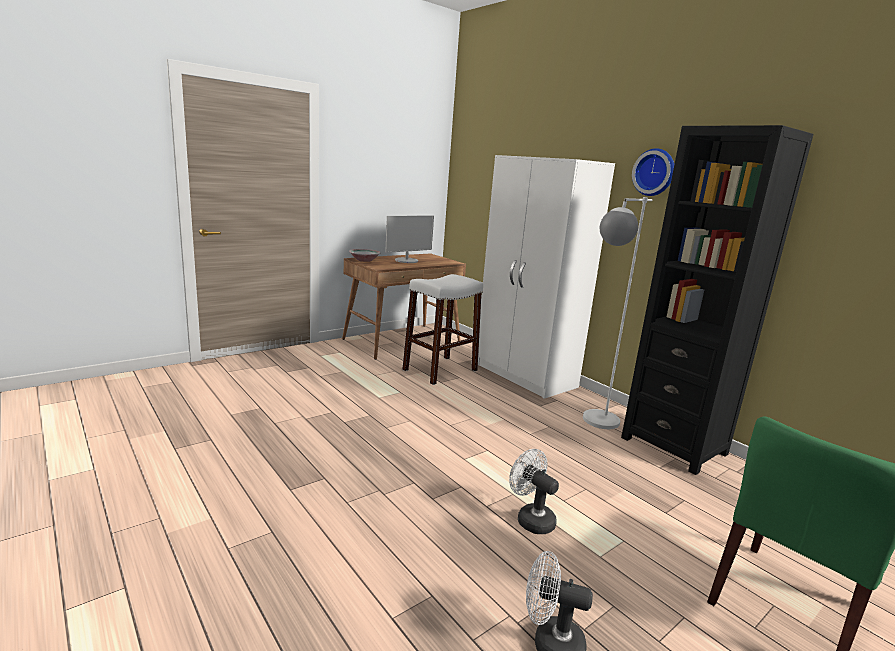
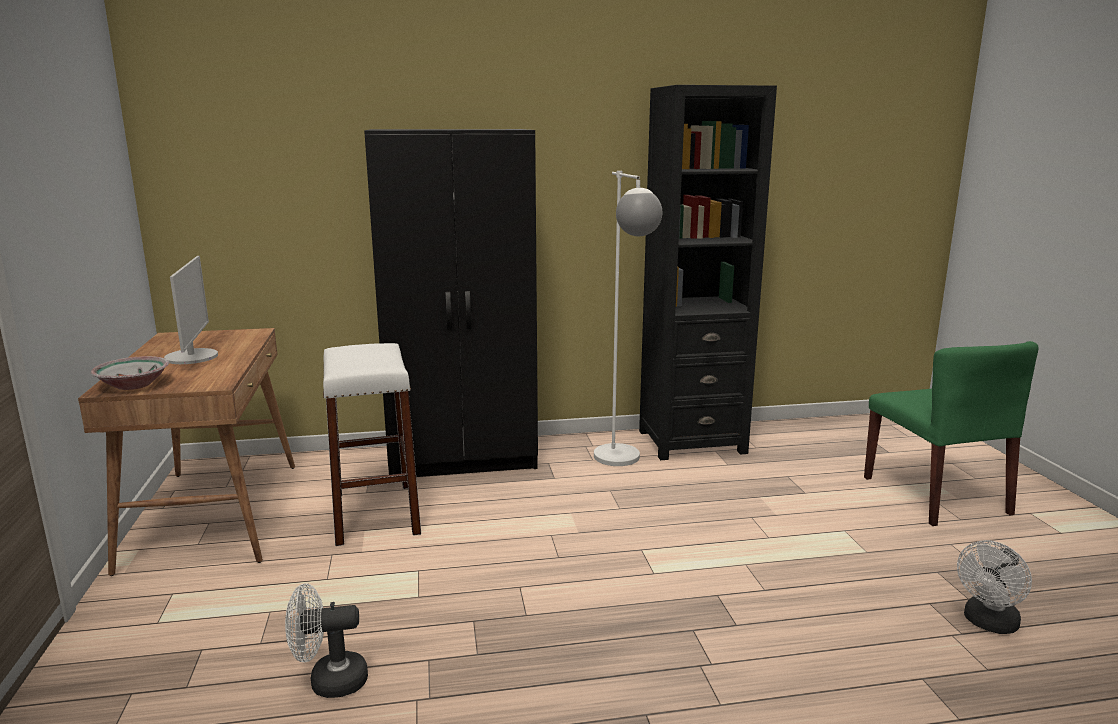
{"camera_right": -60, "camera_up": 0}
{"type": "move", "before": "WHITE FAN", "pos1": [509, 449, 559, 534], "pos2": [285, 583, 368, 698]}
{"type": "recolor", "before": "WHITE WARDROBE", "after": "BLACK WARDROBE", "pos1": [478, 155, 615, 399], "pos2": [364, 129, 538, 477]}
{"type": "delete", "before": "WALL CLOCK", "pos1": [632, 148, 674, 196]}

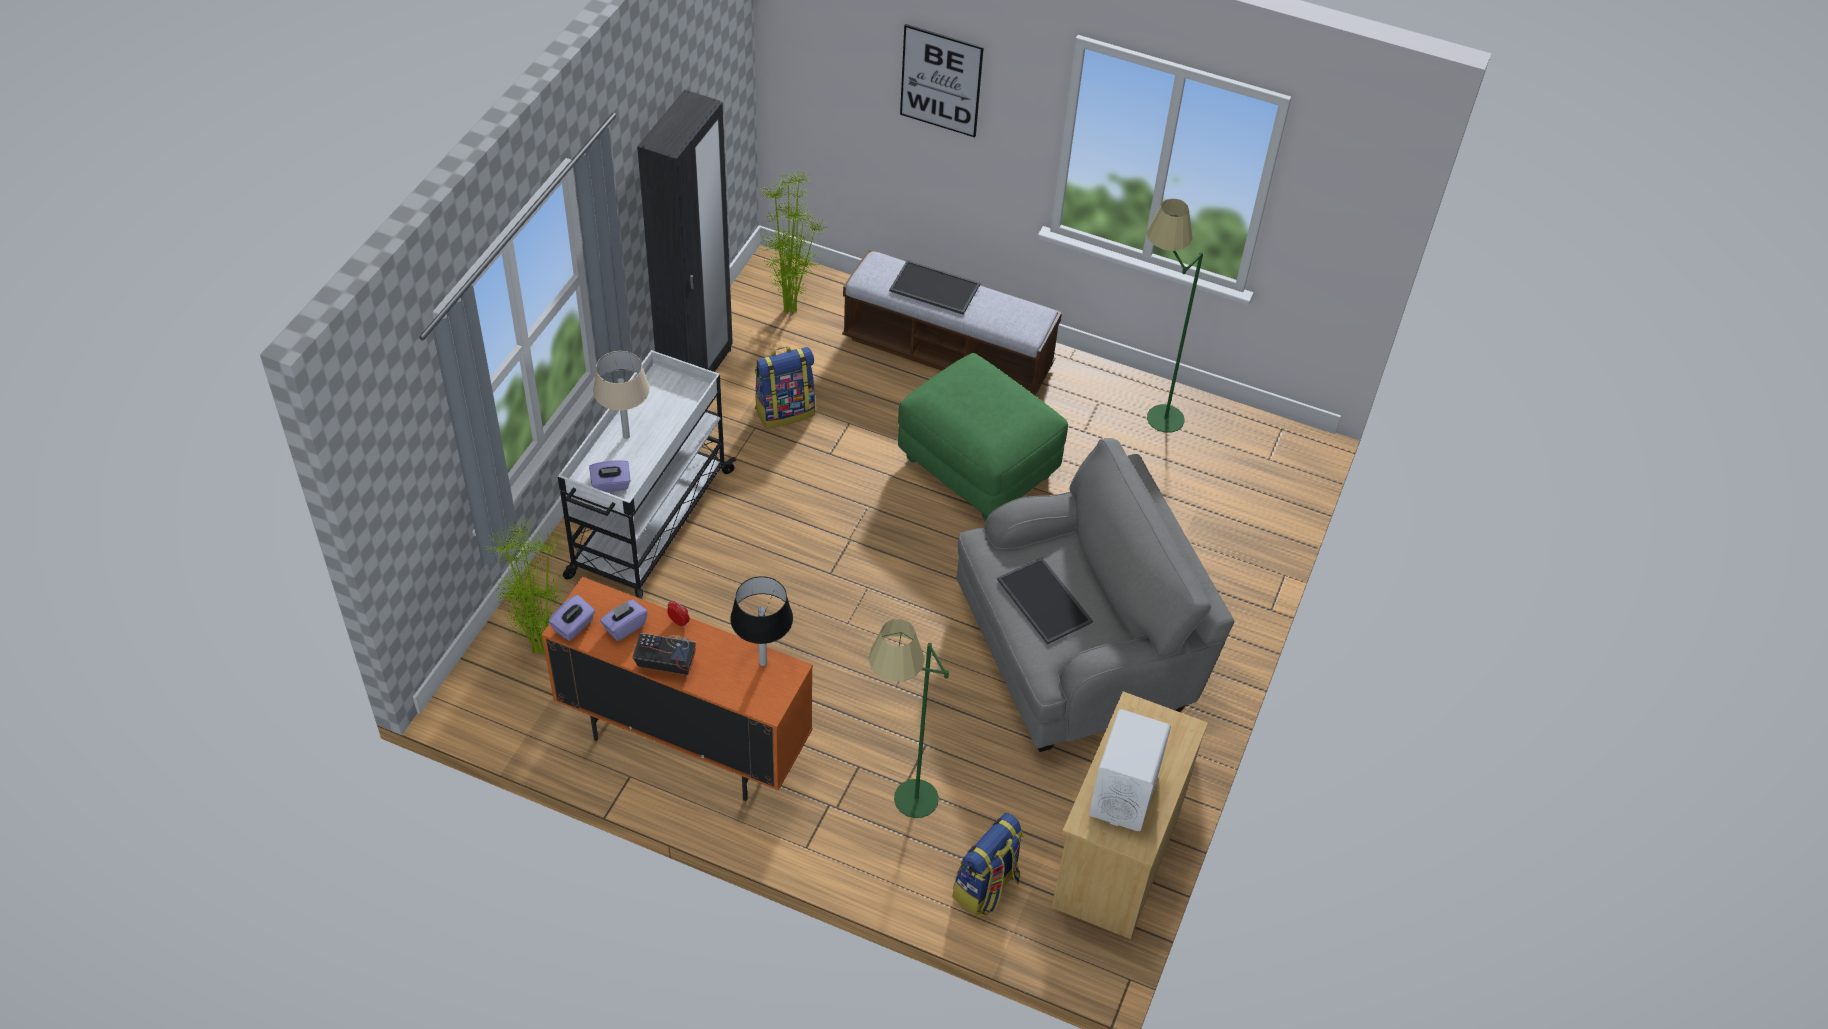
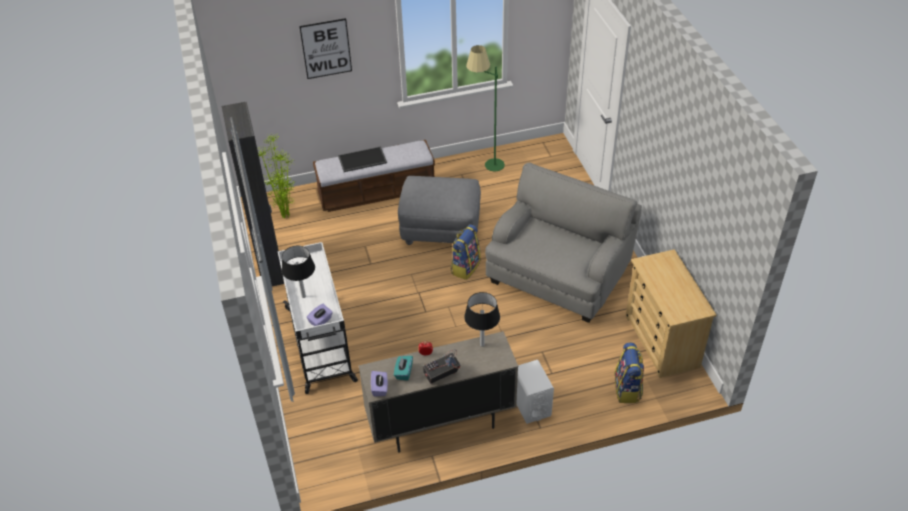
{"camera_right": -35, "camera_up": -5}
{"type": "recolor", "before": "BEIGE TABLE LAMP", "after": "BLACK TABLE LAMP", "pos1": [593, 351, 650, 439], "pos2": [282, 246, 315, 298]}
{"type": "recolor", "before": "ORANGE CABINET", "after": "BEIGE CABINET", "pos1": [542, 577, 813, 801], "pos2": [358, 331, 518, 453]}
{"type": "recolor", "before": "PURPLE TISSUE BOX", "after": "TURQUOISE TISSUE BOX", "pos1": [600, 599, 648, 641], "pos2": [394, 356, 413, 381]}
{"type": "recolor", "before": "GREEN OTTOMAN", "after": "GREY OTTOMAN", "pos1": [898, 353, 1068, 520], "pos2": [398, 176, 481, 245]}
{"type": "move", "before": "BACKPACK", "pos1": [755, 347, 815, 428], "pos2": [451, 224, 481, 280]}
{"type": "move", "before": "WHITE SPEAKER", "pos1": [1089, 709, 1171, 831], "pos2": [516, 360, 554, 424]}
{"type": "delete", "before": "POTTED PLANT", "pos1": [484, 518, 570, 655]}
{"type": "delete", "before": "GREEN FLOOR LAMP", "pos1": [868, 619, 949, 818]}
{"type": "delete", "before": "TRAY", "pos1": [997, 557, 1093, 644]}

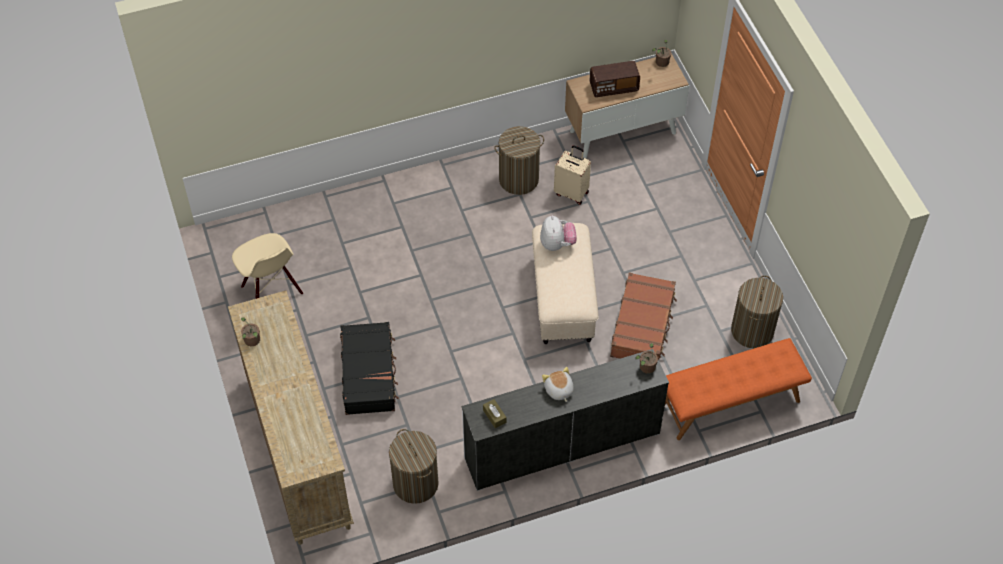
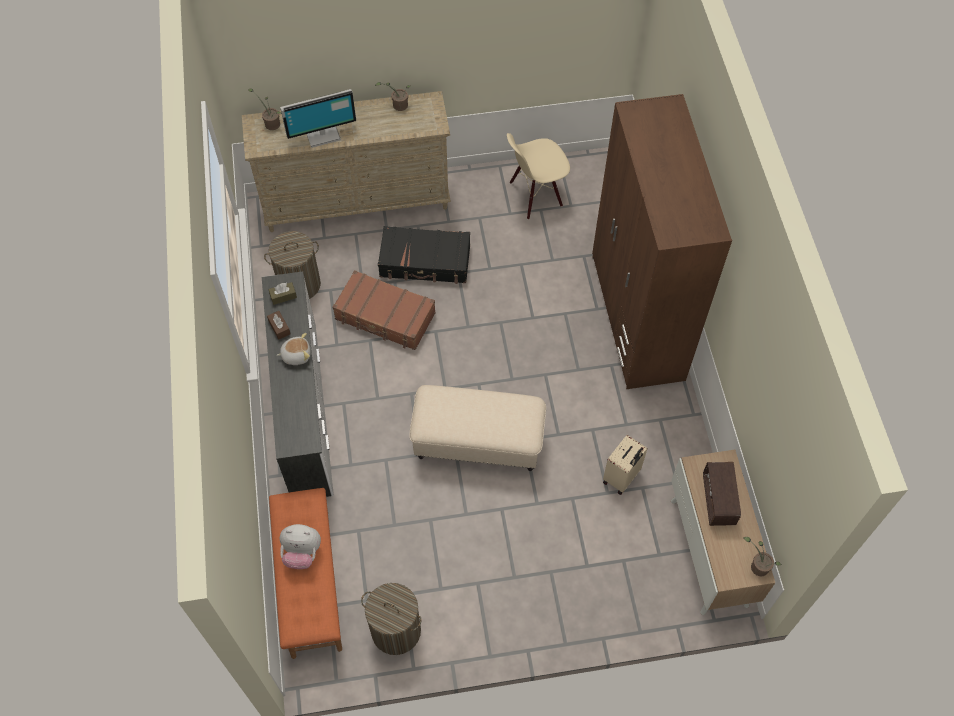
{"camera_right": 100, "camera_up": 5}
{"type": "move", "before": "POTTED PLANT", "pos1": [635, 343, 658, 374], "pos2": [248, 88, 282, 130]}
{"type": "insert", "after": "BROWN TISSUE BOX", "pos2": [267, 311, 290, 340]}
{"type": "insert", "after": "MONITOR", "pos2": [280, 89, 356, 148]}
{"type": "move", "before": "PLUSH TOY", "pos1": [540, 216, 577, 251], "pos2": [280, 524, 321, 569]}
{"type": "move", "before": "BROWN SUITCASE", "pos1": [610, 272, 677, 360], "pos2": [332, 270, 436, 350]}
{"type": "insert", "after": "BROWN WARDROBE", "pos2": [592, 94, 732, 389]}
{"type": "delete", "before": "LAUNDRY BASKET", "pos1": [494, 126, 544, 195]}

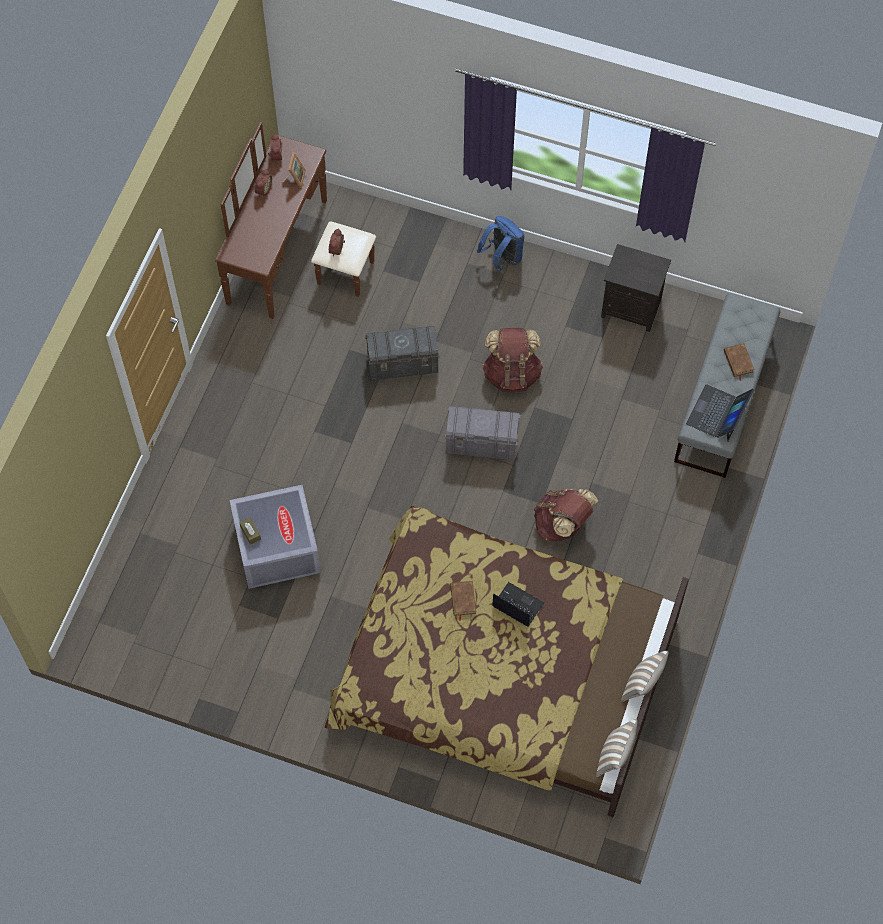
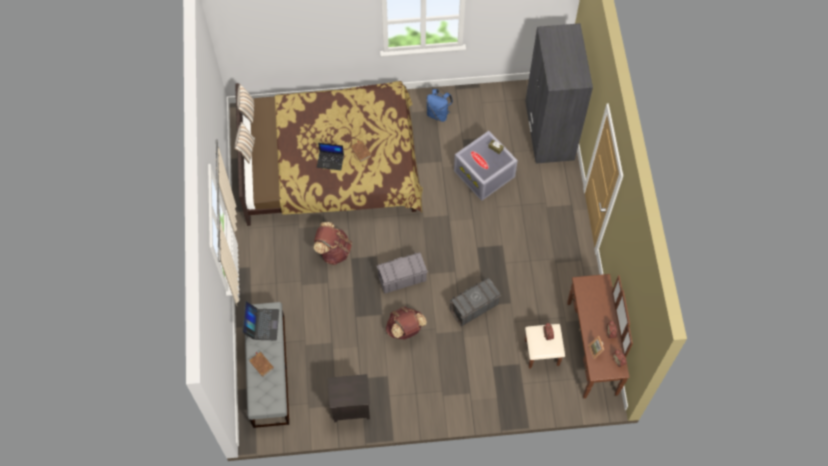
{"camera_right": 155, "camera_up": 0}
{"type": "move", "before": "BLUE BACKPACK", "pos1": [477, 216, 525, 272], "pos2": [426, 89, 453, 122]}
{"type": "insert", "after": "GREY WARDROBE", "pos2": [525, 23, 593, 164]}

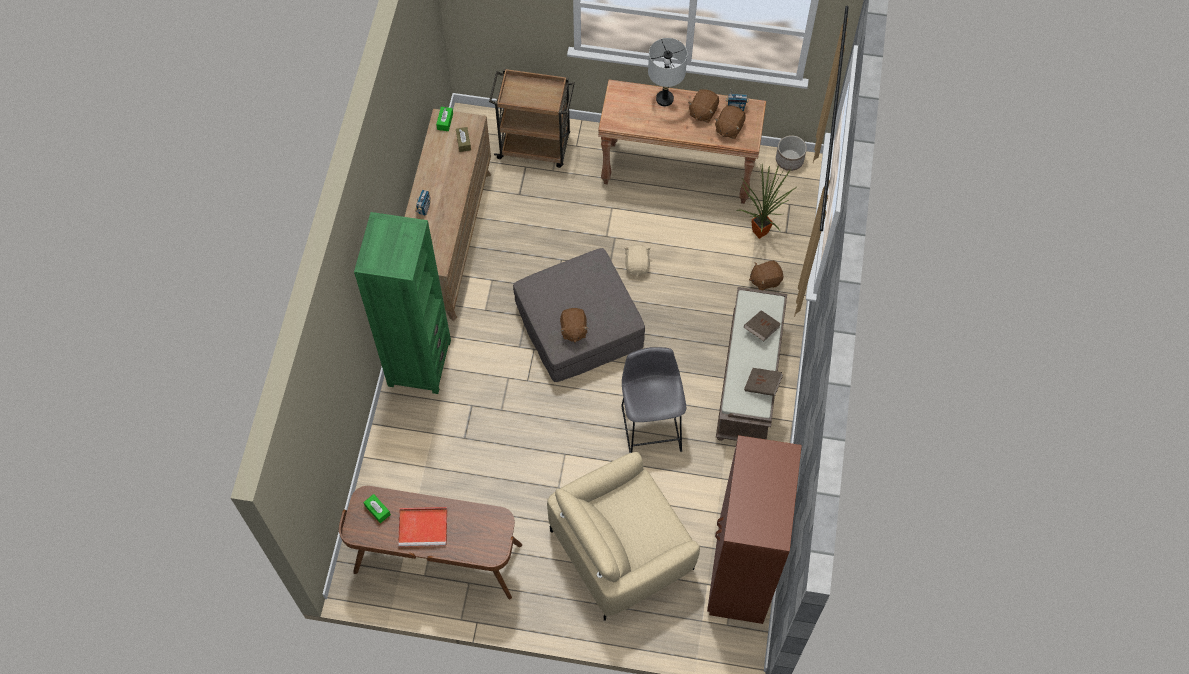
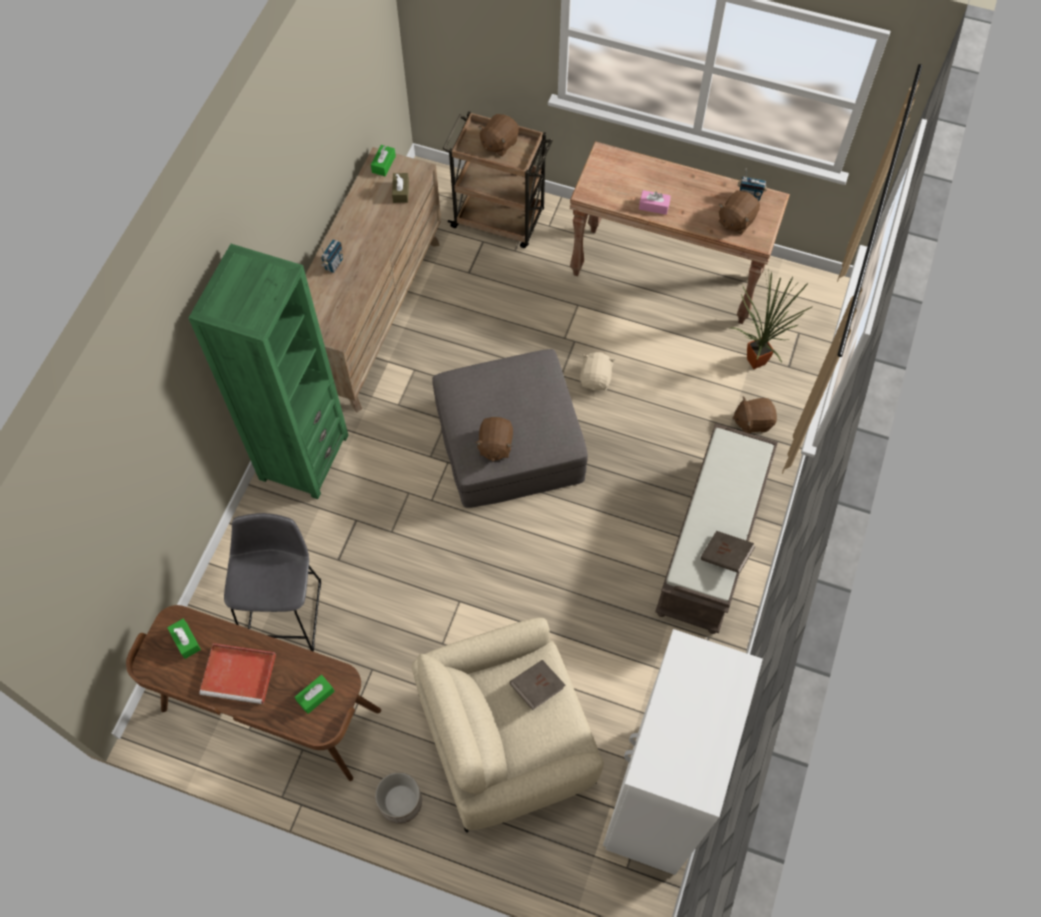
{"camera_right": 10, "camera_up": 0}
{"type": "move", "before": "GREY STOOL", "pos1": [621, 347, 686, 453], "pos2": [224, 513, 321, 652]}
{"type": "insert", "after": "GREEN TISSUE BOX", "pos2": [295, 675, 335, 714]}
{"type": "move", "before": "PLANTER", "pos1": [776, 135, 807, 171], "pos2": [375, 772, 422, 824]}
{"type": "move", "before": "BROWN PLUSH TOY", "pos1": [688, 89, 719, 123], "pos2": [478, 114, 519, 156]}
{"type": "move", "before": "BROWN BOOK", "pos1": [744, 310, 781, 341], "pos2": [510, 660, 565, 710]}
{"type": "recolor", "before": "BROWN WARDROBE", "after": "WHITE WARDROBE", "pos1": [707, 435, 802, 624], "pos2": [603, 629, 763, 875]}
{"type": "insert", "after": "PINK TISSUE BOX", "pos2": [639, 190, 671, 215]}
{"type": "delete", "before": "GREY TABLE LAMP", "pos1": [648, 38, 687, 106]}

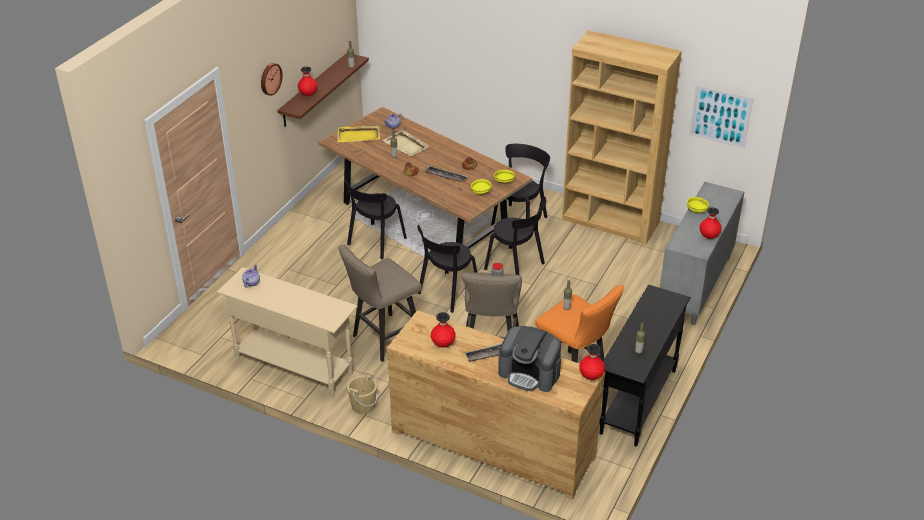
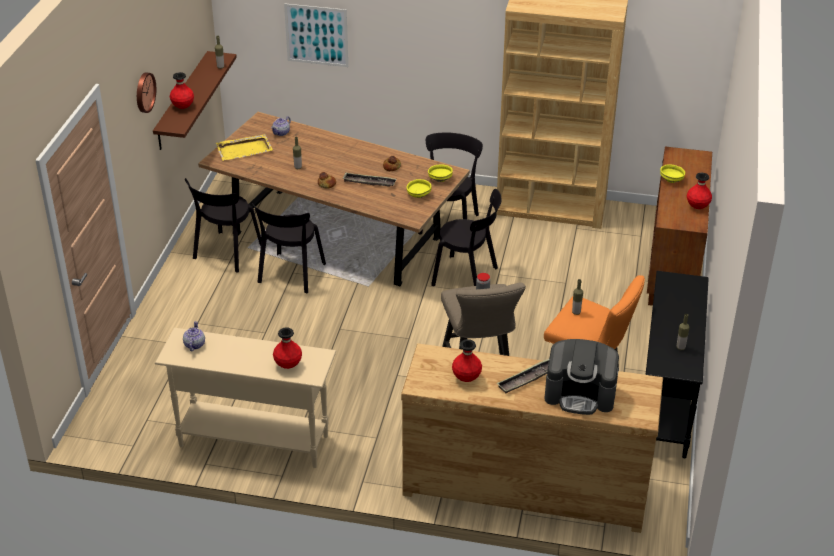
{"camera_right": -15, "camera_up": 0}
{"type": "move", "before": "BLACK CHAIR", "pos1": [417, 225, 477, 313], "pos2": [185, 178, 261, 273]}
{"type": "move", "before": "RED VASE", "pos1": [579, 344, 605, 380], "pos2": [273, 327, 302, 369]}
{"type": "move", "before": "PICTURE", "pos1": [689, 85, 753, 148], "pos2": [284, 3, 348, 67]}
{"type": "recolor", "before": "GREY CABINET", "after": "BROWN CABINET", "pos1": [660, 182, 744, 325], "pos2": [647, 146, 712, 306]}
{"type": "delete", "before": "BEIGE STOOL", "pos1": [338, 245, 422, 362]}
{"type": "delete", "before": "BEIGE BUCKET", "pos1": [347, 371, 377, 414]}
{"type": "delete", "before": "BEIGE TRAY", "pos1": [382, 130, 430, 156]}

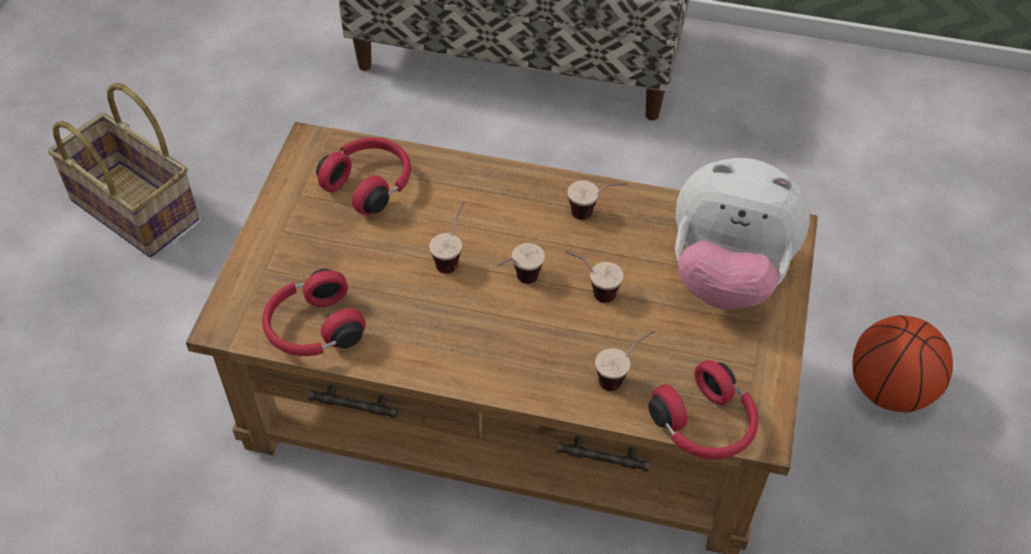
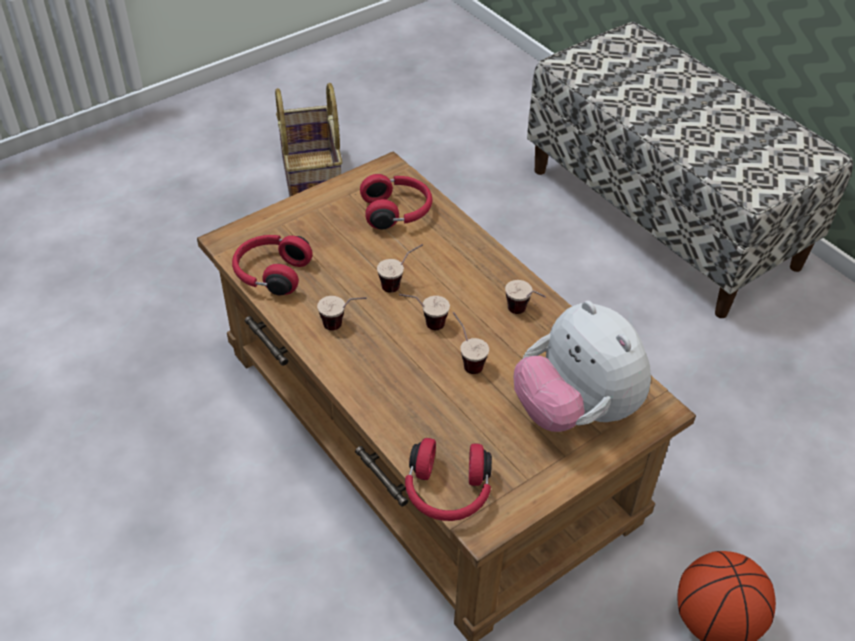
{"camera_right": 40, "camera_up": -5}
{"type": "move", "before": "CUP", "pos1": [595, 330, 655, 391], "pos2": [317, 296, 367, 330]}

